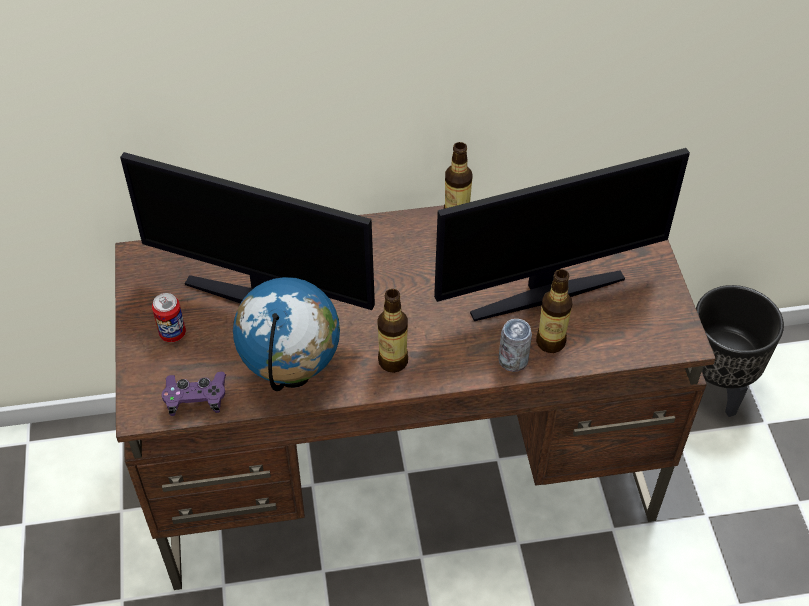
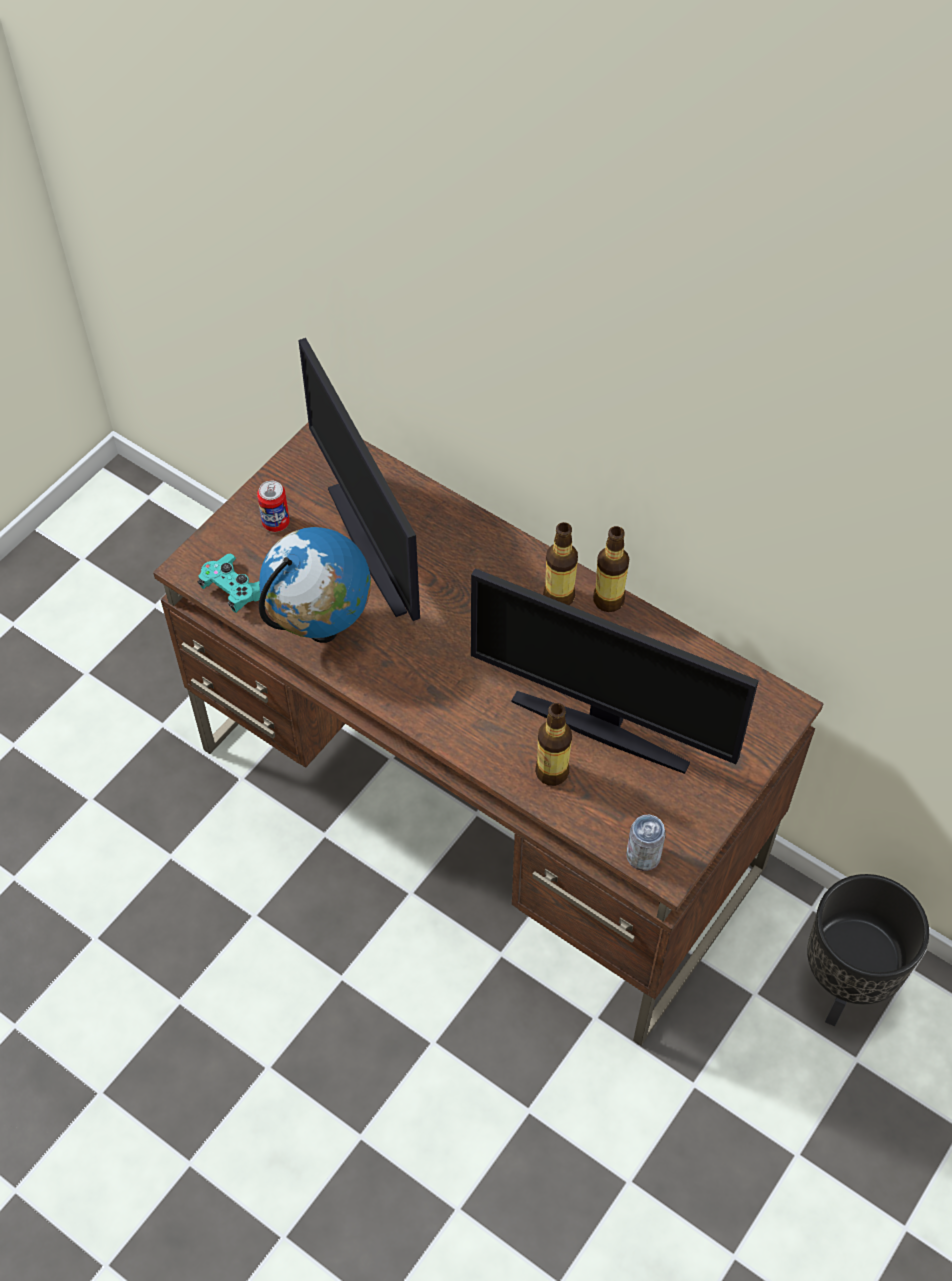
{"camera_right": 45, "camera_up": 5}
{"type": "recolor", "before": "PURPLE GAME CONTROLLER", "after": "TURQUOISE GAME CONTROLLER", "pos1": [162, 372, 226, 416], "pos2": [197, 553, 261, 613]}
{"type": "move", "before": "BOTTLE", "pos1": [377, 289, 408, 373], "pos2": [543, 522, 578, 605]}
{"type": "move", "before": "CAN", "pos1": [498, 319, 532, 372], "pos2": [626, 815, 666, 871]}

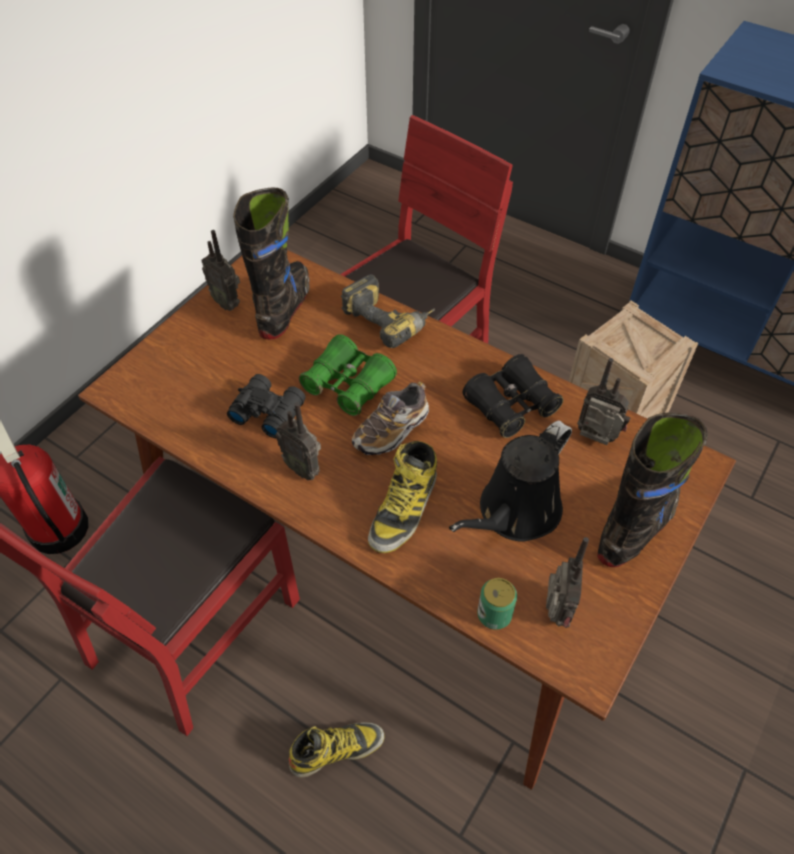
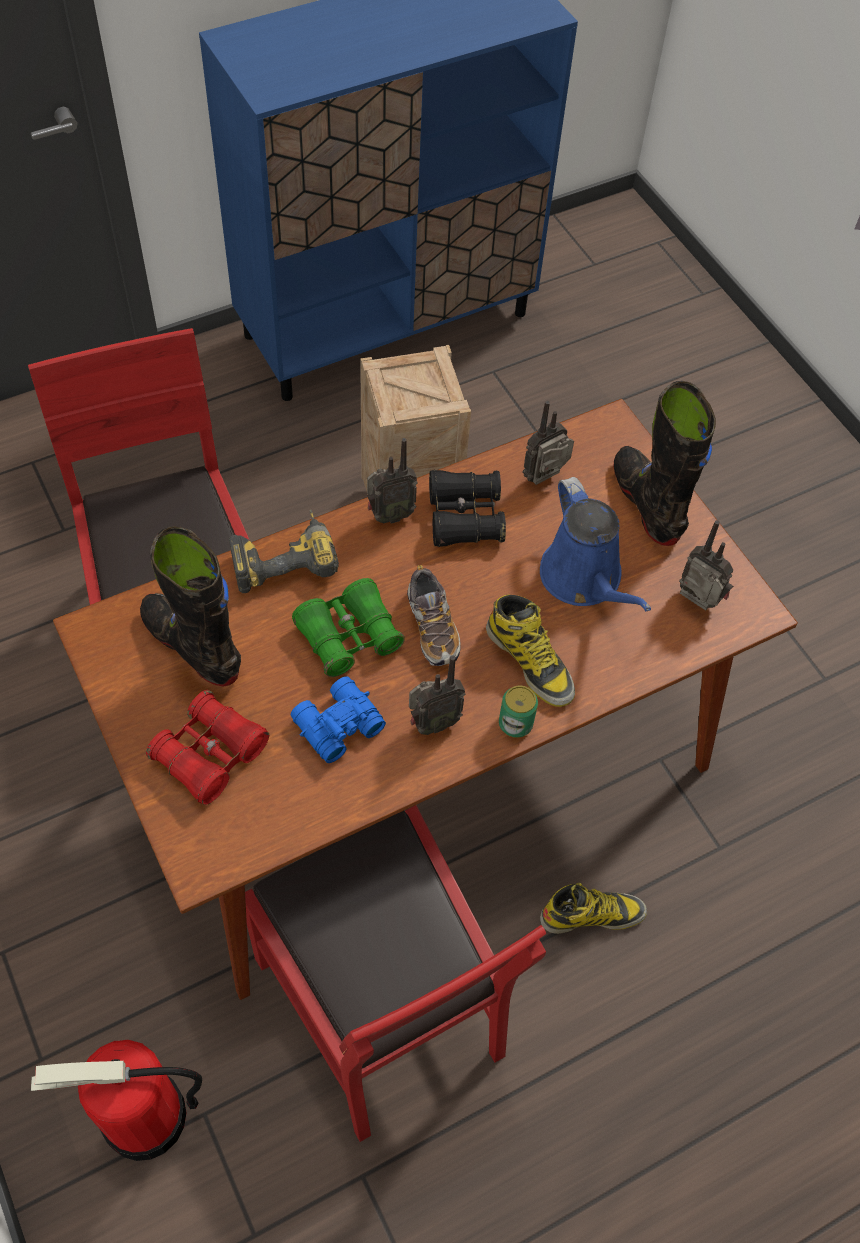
{"camera_right": -65, "camera_up": 5}
{"type": "insert", "after": "RED BINOCULARS", "pos2": [146, 690, 269, 805]}
{"type": "recolor", "before": "BLACK BINOCULARS", "after": "BLUE BINOCULARS", "pos1": [227, 374, 306, 438], "pos2": [291, 676, 386, 763]}
{"type": "move", "before": "RADIO", "pos1": [202, 230, 240, 311], "pos2": [367, 438, 418, 524]}
{"type": "move", "before": "CAN", "pos1": [477, 578, 517, 630], "pos2": [499, 685, 538, 738]}
{"type": "recolor", "before": "BLACK WATERING CAN", "after": "BLUE WATERING CAN", "pos1": [449, 421, 572, 542], "pos2": [540, 477, 651, 611]}
{"type": "rotate", "before": "BOOT", "pos1": [289, 722, 385, 777], "pos2": [540, 883, 647, 934], "turn": 75}

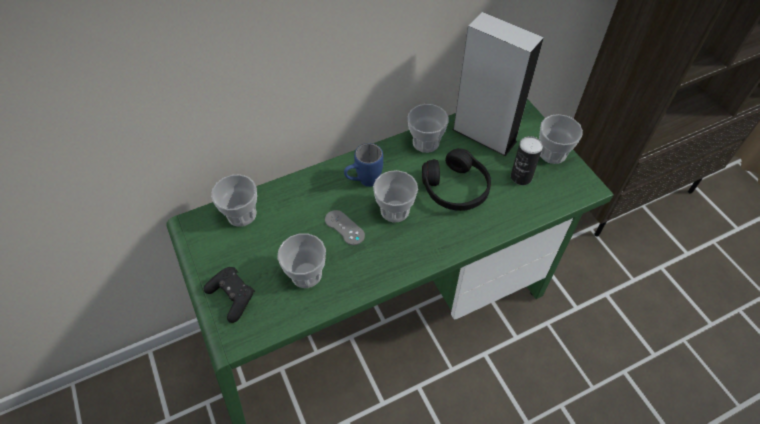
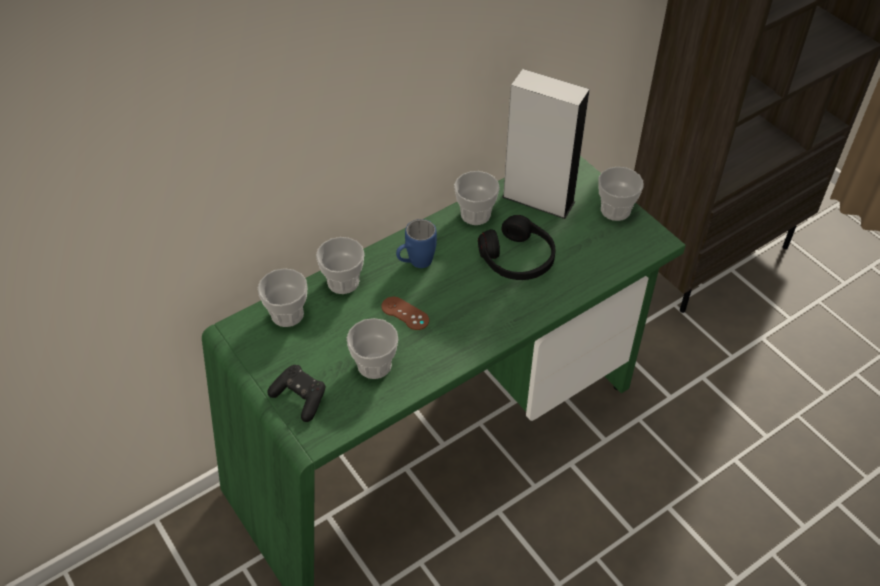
{"camera_right": -10, "camera_up": -5}
{"type": "move", "before": "CUP", "pos1": [373, 170, 418, 223], "pos2": [316, 237, 365, 294]}
{"type": "recolor", "before": "GREY GAME CONTROLLER", "after": "BROWN GAME CONTROLLER", "pos1": [325, 210, 365, 245], "pos2": [381, 297, 429, 330]}
{"type": "delete", "before": "CAN", "pos1": [511, 136, 543, 185]}

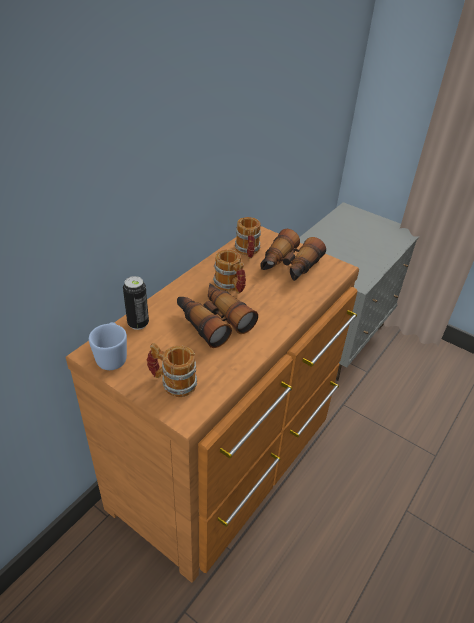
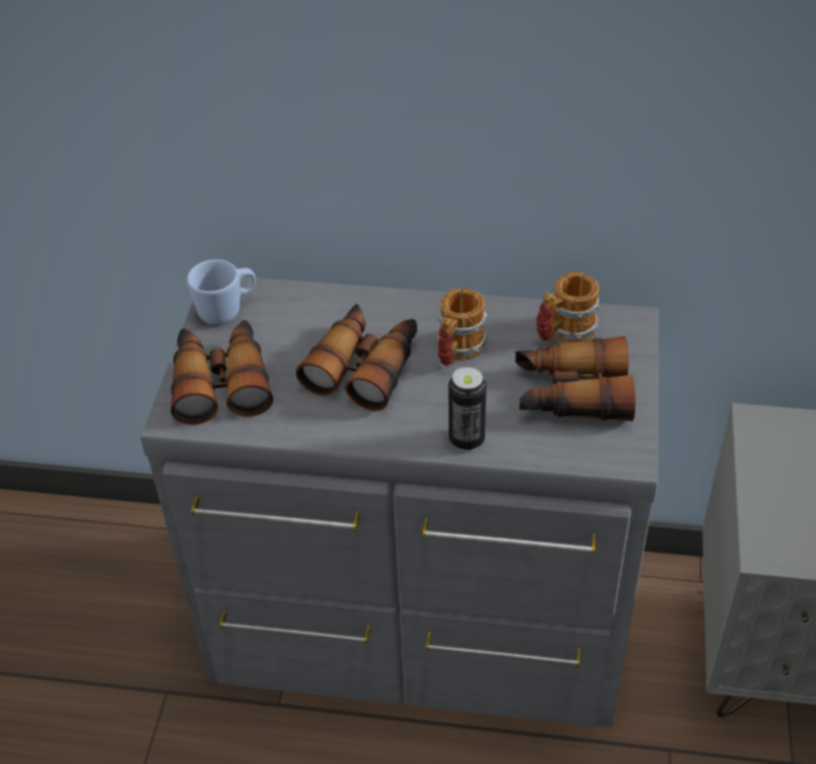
{"camera_right": 65, "camera_up": 5}
{"type": "recolor", "before": "BROWN DRESSER", "after": "GREY DRESSER", "pos1": [66, 226, 359, 583], "pos2": [140, 277, 659, 727]}
{"type": "replace", "before": "MUG", "after": "BINOCULARS", "pos1": [147, 343, 197, 397], "pos2": [171, 320, 273, 425]}
{"type": "move", "before": "CAN", "pos1": [123, 276, 149, 330], "pos2": [449, 367, 486, 451]}

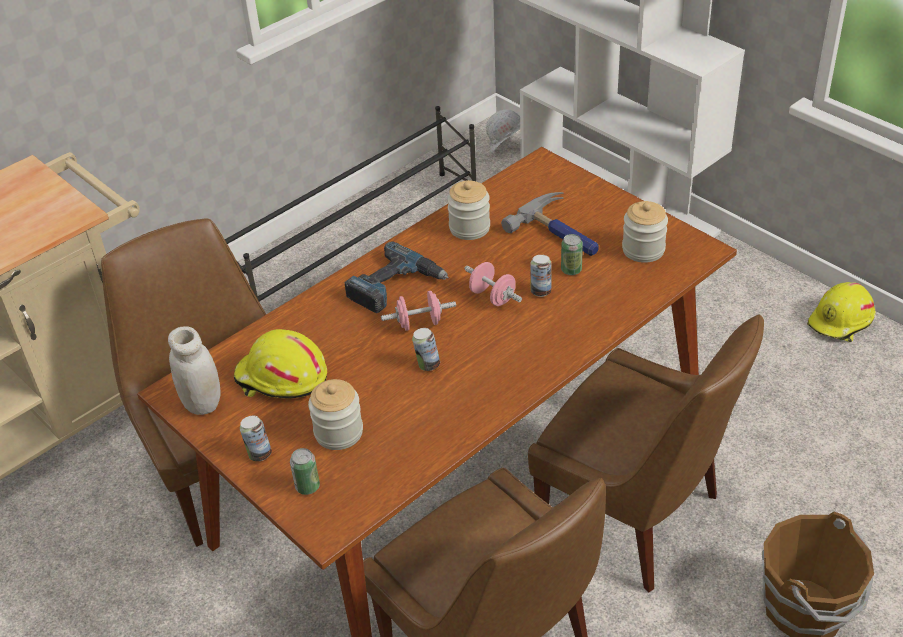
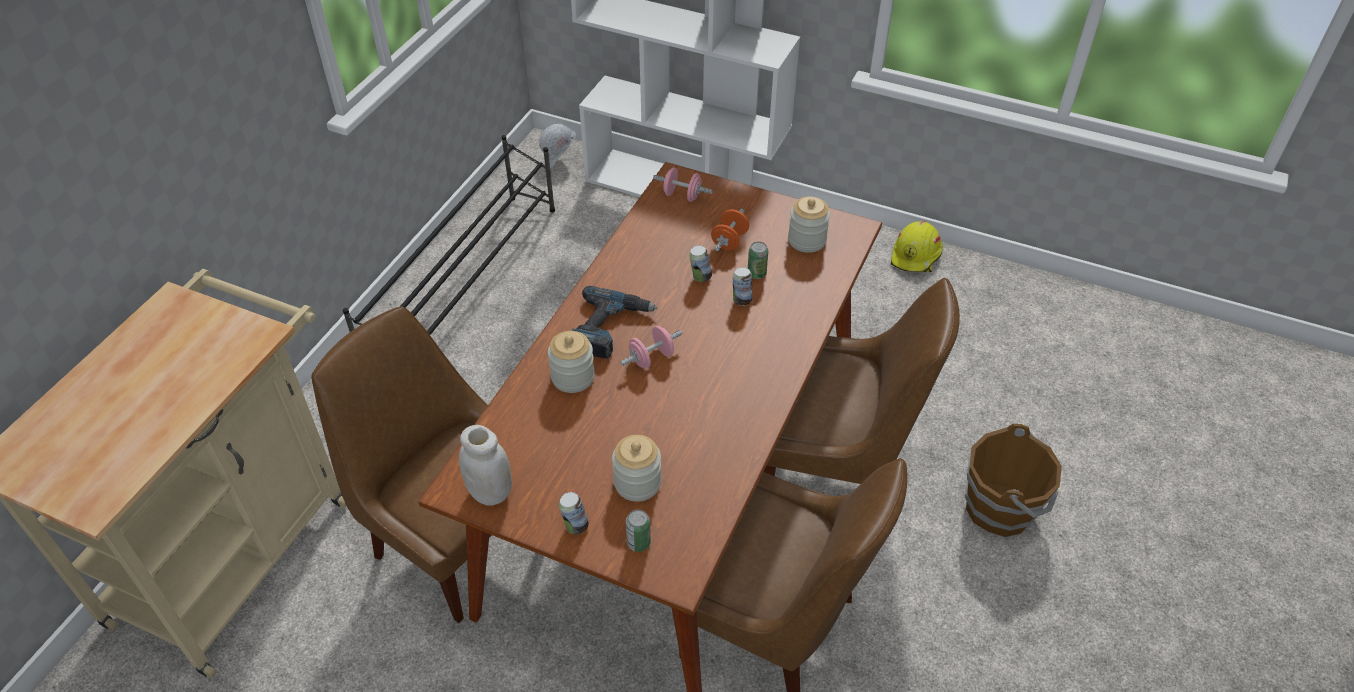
{"camera_right": -25, "camera_up": 5}
{"type": "move", "before": "JAR", "pos1": [447, 180, 490, 240], "pos2": [548, 331, 595, 393]}
{"type": "move", "before": "PINK DUMBBELL", "pos1": [464, 262, 522, 306], "pos2": [653, 168, 713, 202]}
{"type": "move", "before": "CAN", "pos1": [412, 328, 440, 371], "pos2": [689, 245, 712, 282]}
{"type": "replace", "before": "HAMMER", "after": "ORANGE DUMBBELL", "pos1": [501, 192, 599, 256], "pos2": [711, 209, 749, 251]}
{"type": "delete", "before": "YELLOW HARD HAT", "pos1": [234, 329, 327, 399]}

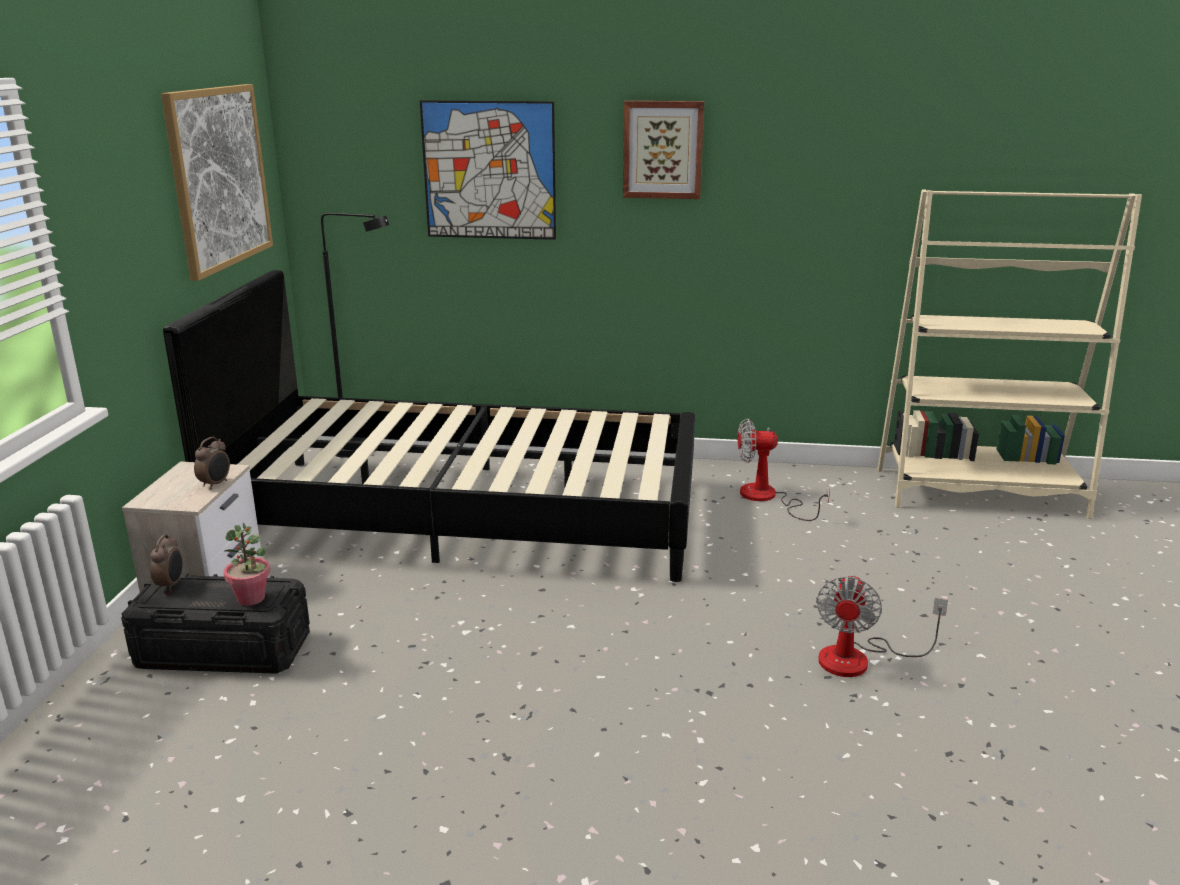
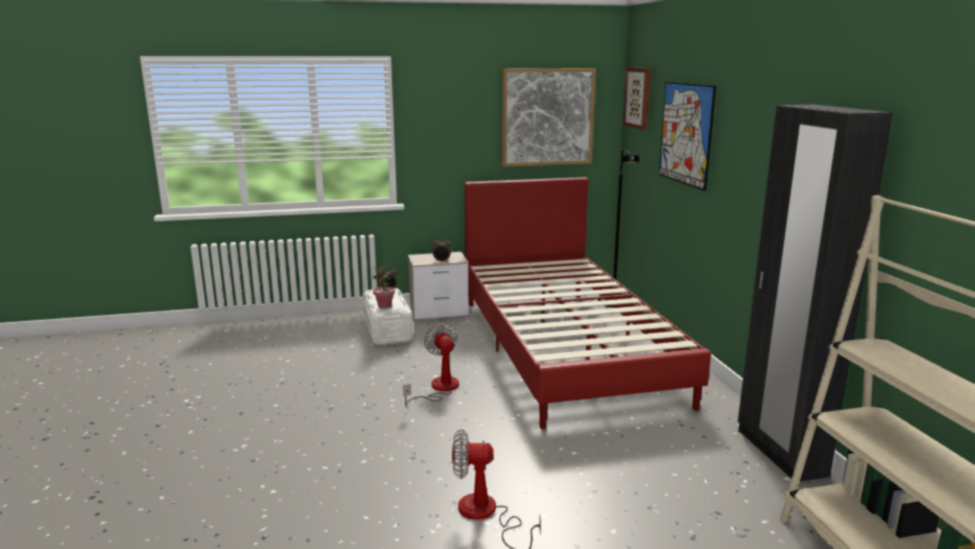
{"camera_right": 70, "camera_up": -5}
{"type": "recolor", "before": "BLACK STORAGE BOX", "after": "WHITE STORAGE BOX", "pos1": [121, 573, 310, 674], "pos2": [362, 288, 413, 345]}
{"type": "move", "before": "FAN", "pos1": [737, 418, 830, 521], "pos2": [403, 323, 459, 407]}
{"type": "recolor", "before": "BLACK BED", "after": "RED BED", "pos1": [163, 270, 695, 582], "pos2": [464, 177, 711, 429]}
{"type": "move", "before": "PICTURE", "pos1": [623, 101, 704, 199], "pos2": [623, 67, 651, 130]}
{"type": "insert", "after": "BLACK WARDROBE", "pos2": [738, 105, 893, 481]}

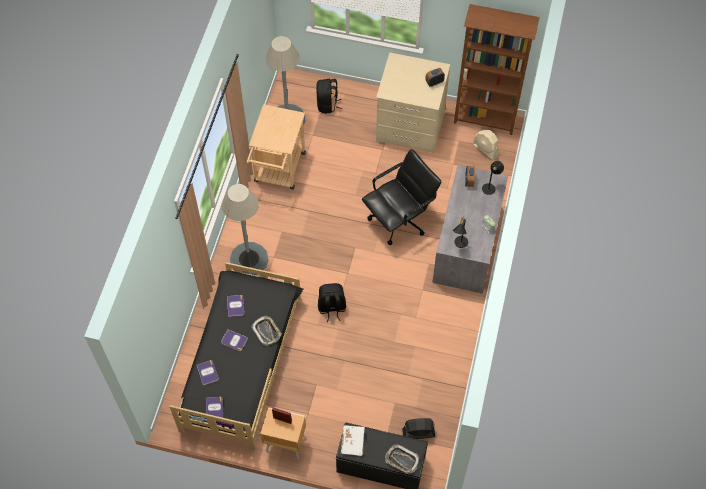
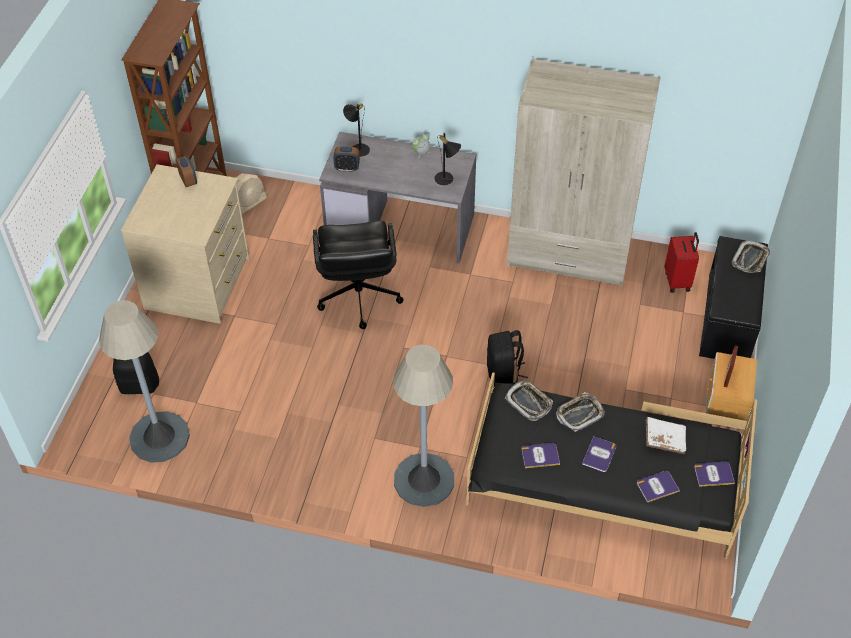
{"camera_right": -90, "camera_up": -10}
{"type": "rotate", "before": "BLACK OFFICE CHAIR", "pos1": [362, 149, 441, 245], "pos2": [313, 221, 403, 329], "turn": -150}
{"type": "insert", "after": "TRAY", "pos2": [505, 381, 553, 421]}
{"type": "insert", "after": "BEIGE WARDROBE", "pos2": [507, 58, 660, 286]}
{"type": "move", "before": "WHITE BOOK", "pos1": [340, 425, 365, 456], "pos2": [646, 417, 686, 454]}
{"type": "replace", "before": "BLACK FAN", "after": "RED SUITCASE", "pos1": [402, 418, 435, 439], "pos2": [665, 232, 699, 293]}
{"type": "delete", "before": "BEIGE CART", "pos1": [247, 104, 306, 190]}

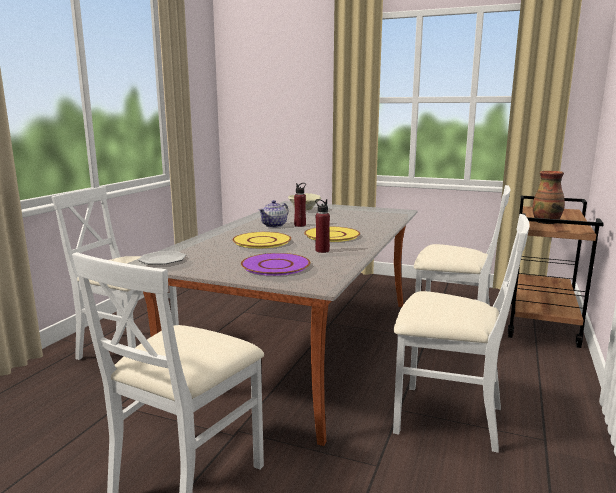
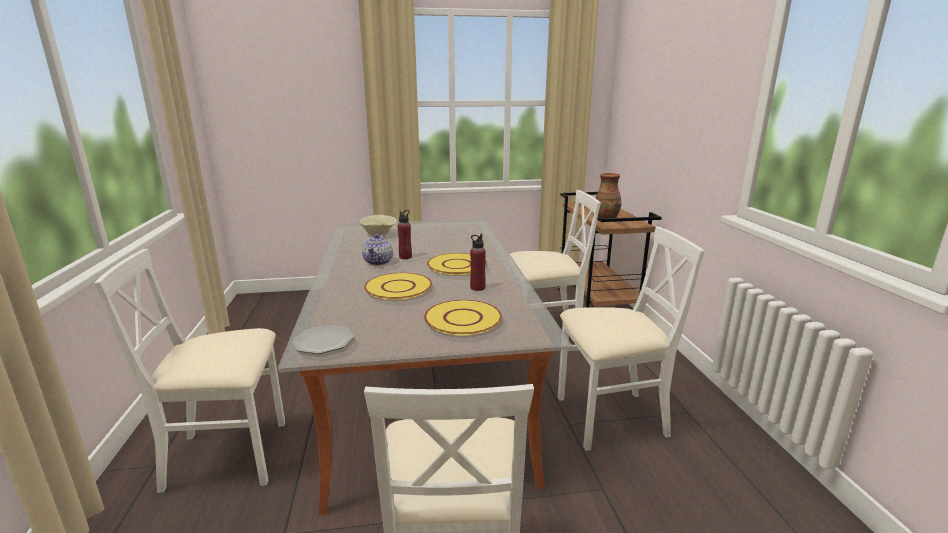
{"camera_right": -30, "camera_up": 5}
{"type": "recolor", "before": "PURPLE PLATE", "after": "YELLOW PLATE", "pos1": [241, 253, 310, 276], "pos2": [424, 300, 502, 336]}

